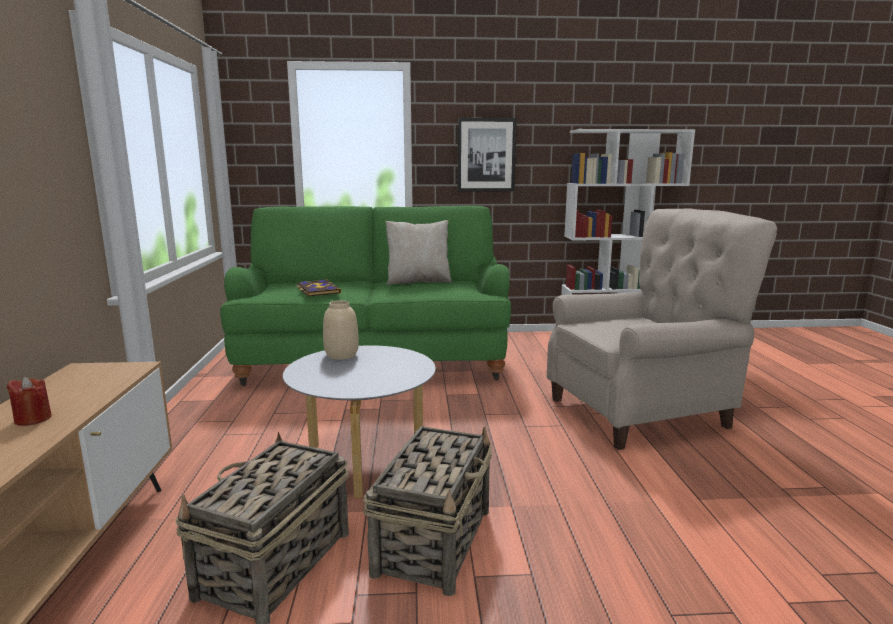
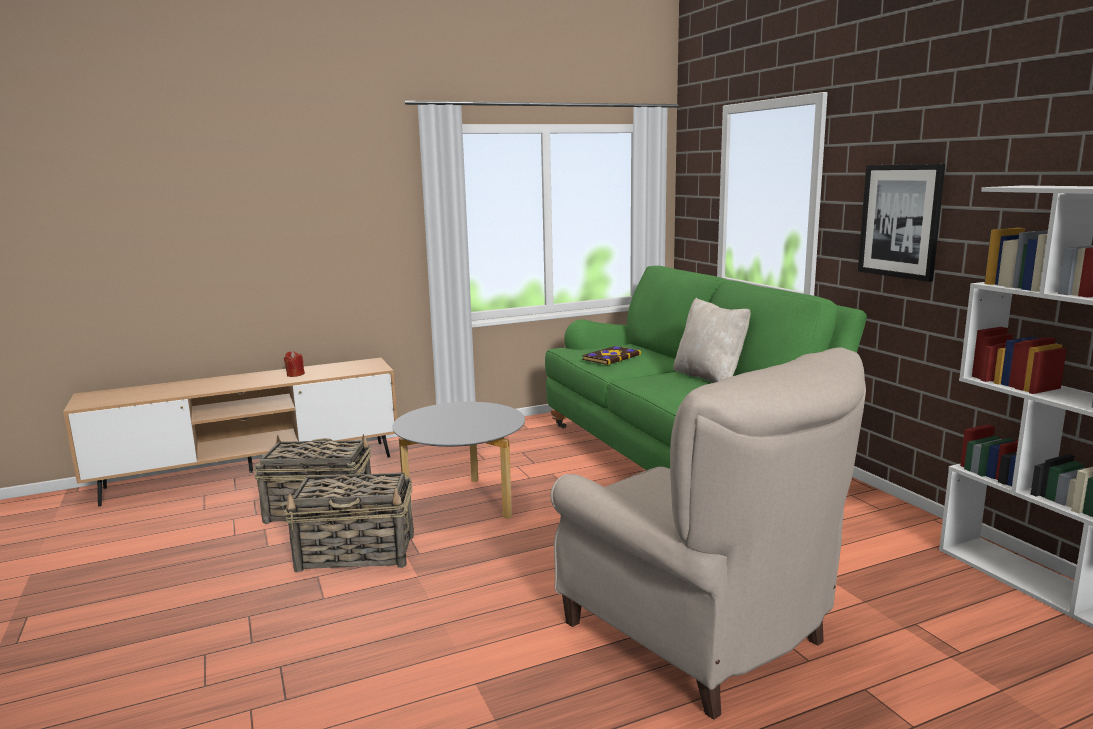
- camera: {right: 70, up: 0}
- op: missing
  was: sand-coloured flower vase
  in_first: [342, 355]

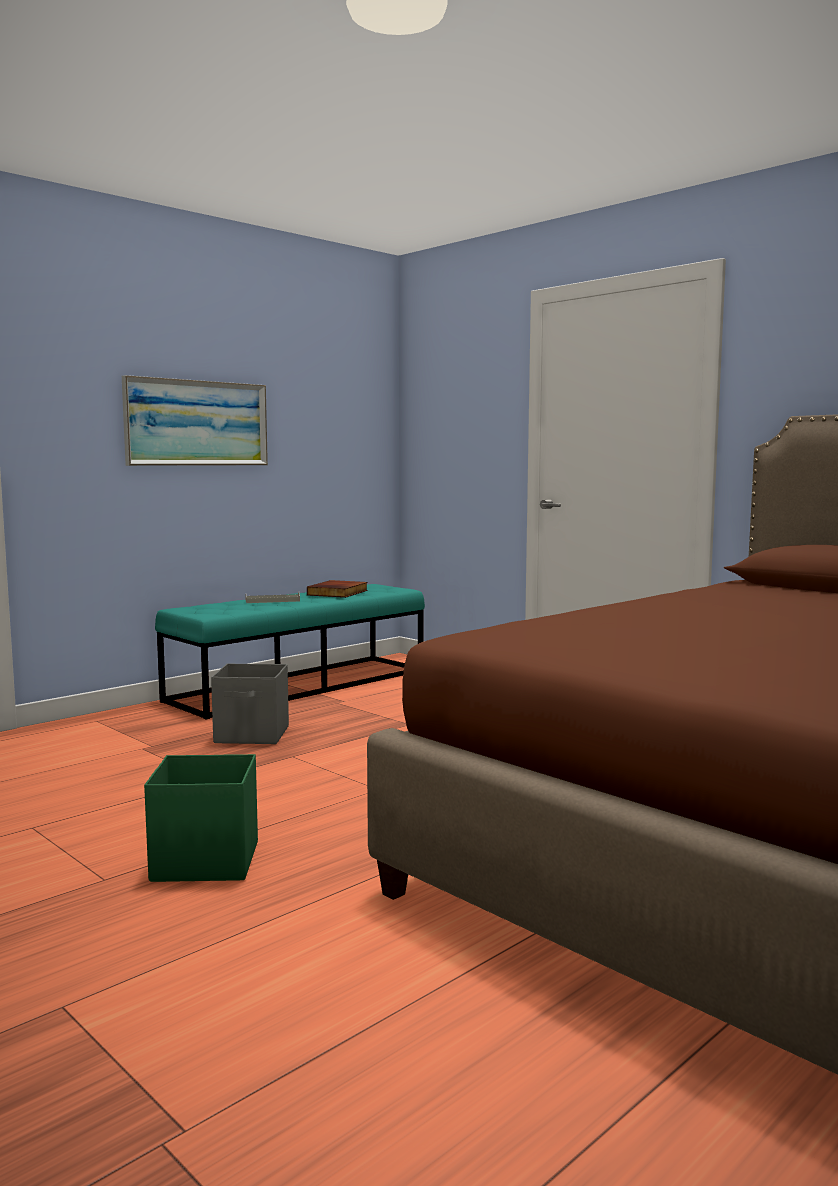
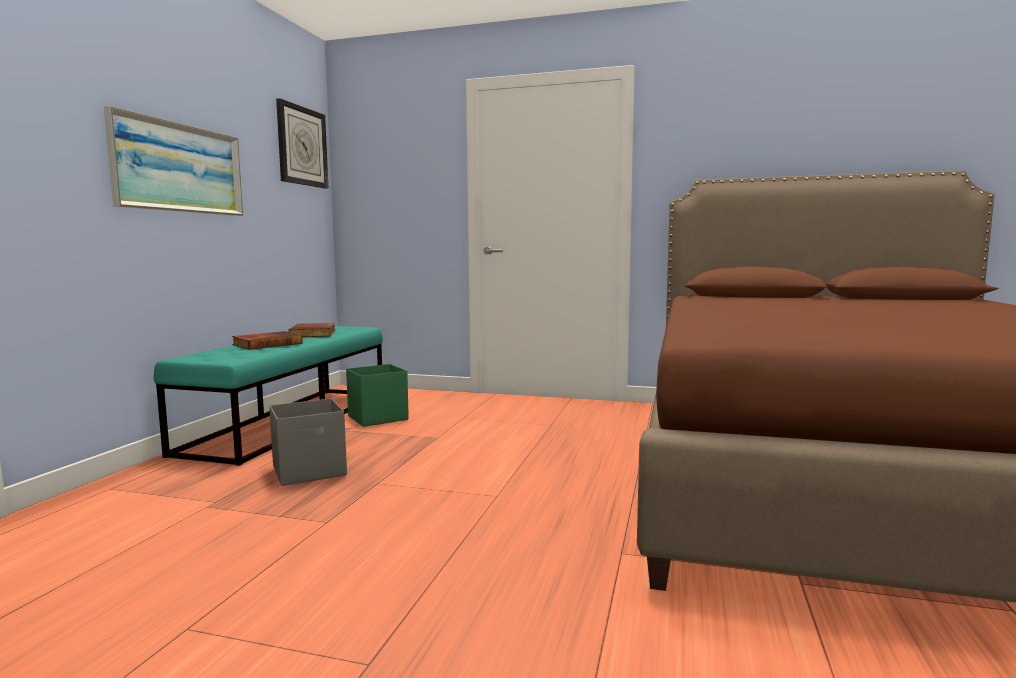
- camera: {right: -30, up: 0}
- op: appeared
  now: wall clock
  in_second: [302, 146]
- op: relocated
  was: greenish storage container
  in_first: [204, 861]
  in_second: [377, 418]
- op: exchanged
  was: grey tray
  now: bound book
  in_first: [272, 601]
  in_second: [267, 344]

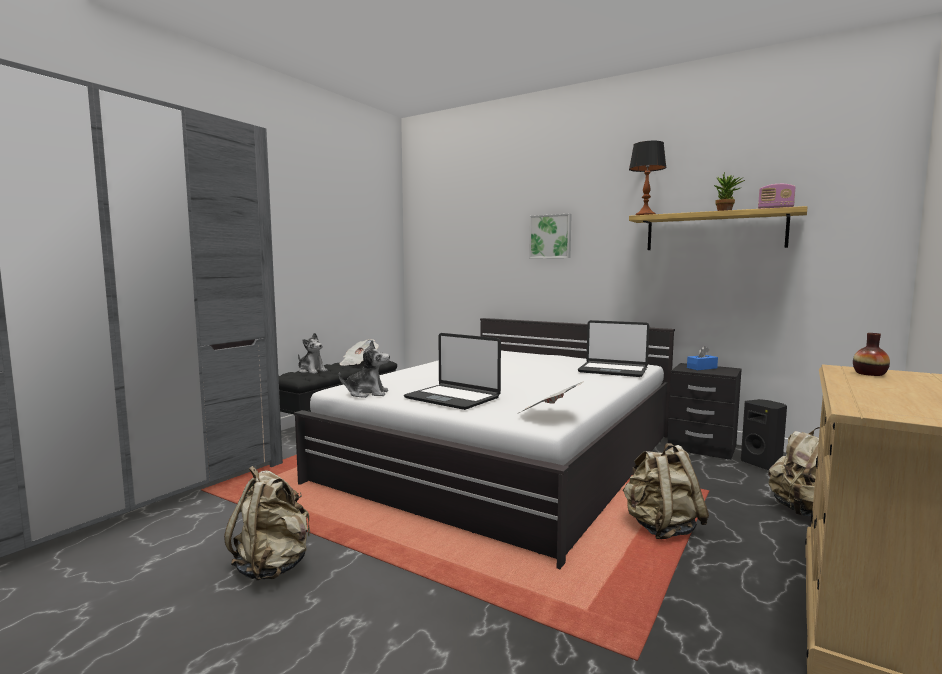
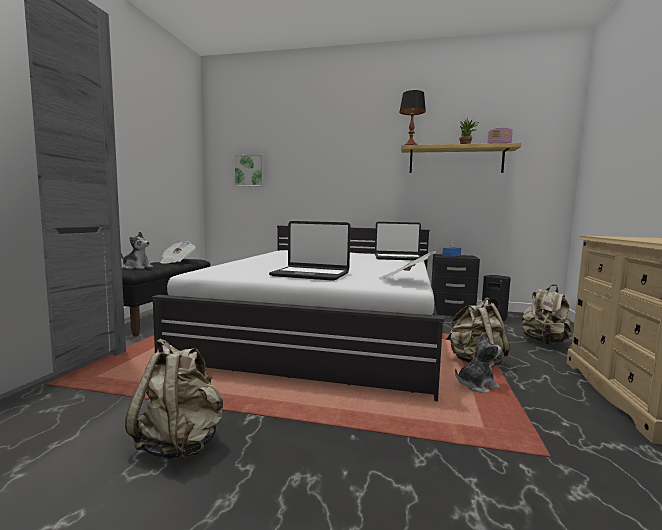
- camera: {right: -20, up: 0}
- op: missing
  was: flower vase
  in_first: [869, 374]
- op: relocated
  was: cuddly toy
  in_first: [367, 393]
  in_second: [476, 385]
- op: relocated
  was: wall art
  in_first: [550, 236]
  in_second: [249, 170]

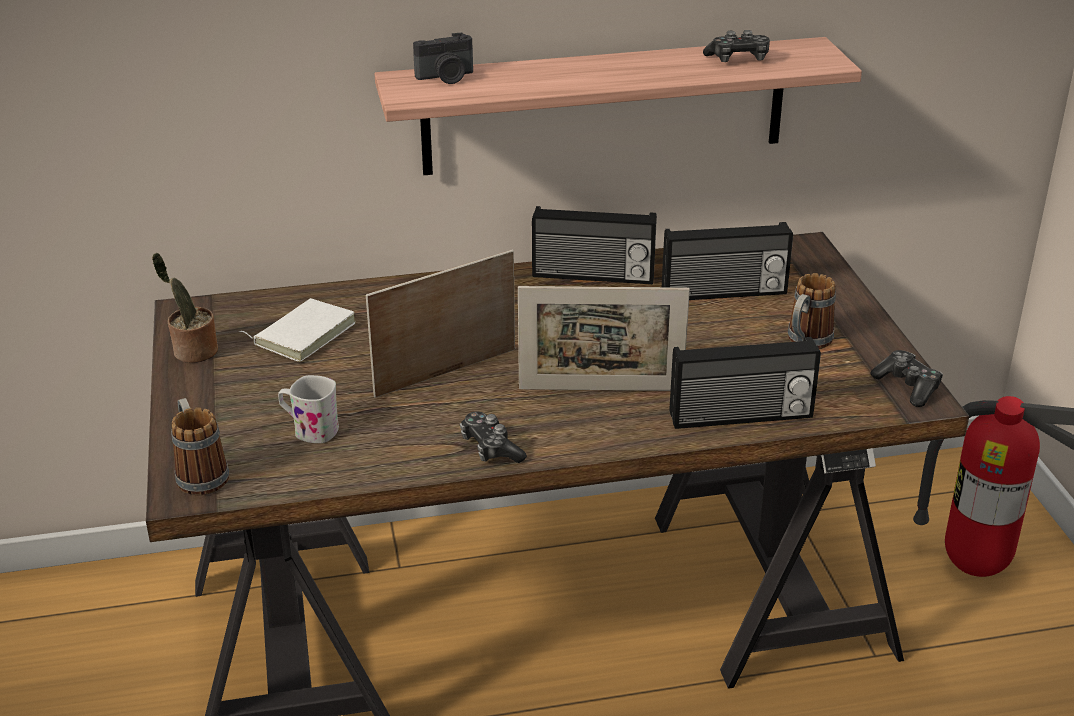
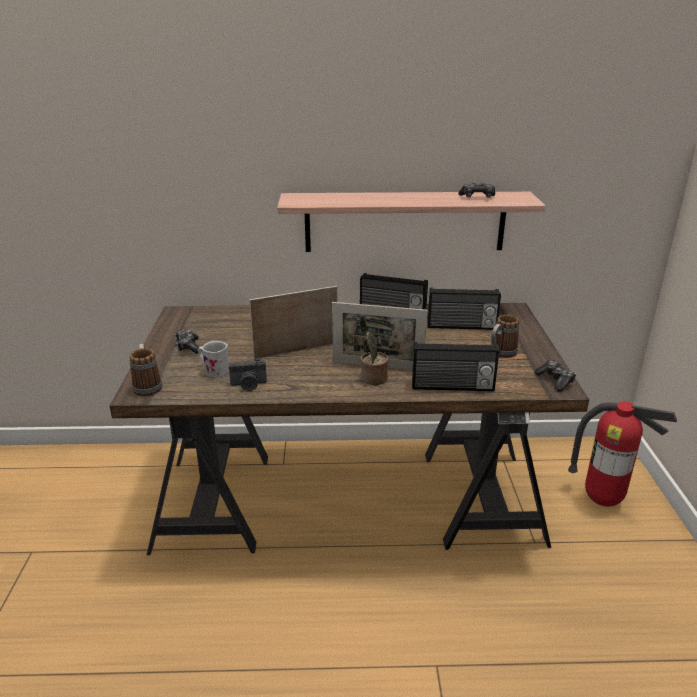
- camera: {right: 10, up: -5}
- op: missing
  was: whitish bound book
  in_first: [303, 333]
- op: relocated
  was: houseplant
  in_first: [192, 352]
  in_second: [372, 379]
- op: relocated
  was: still camera
  in_first: [446, 77]
  in_second: [248, 385]
- op: relocated
  was: gamepad
  in_first: [491, 448]
  in_second: [188, 347]

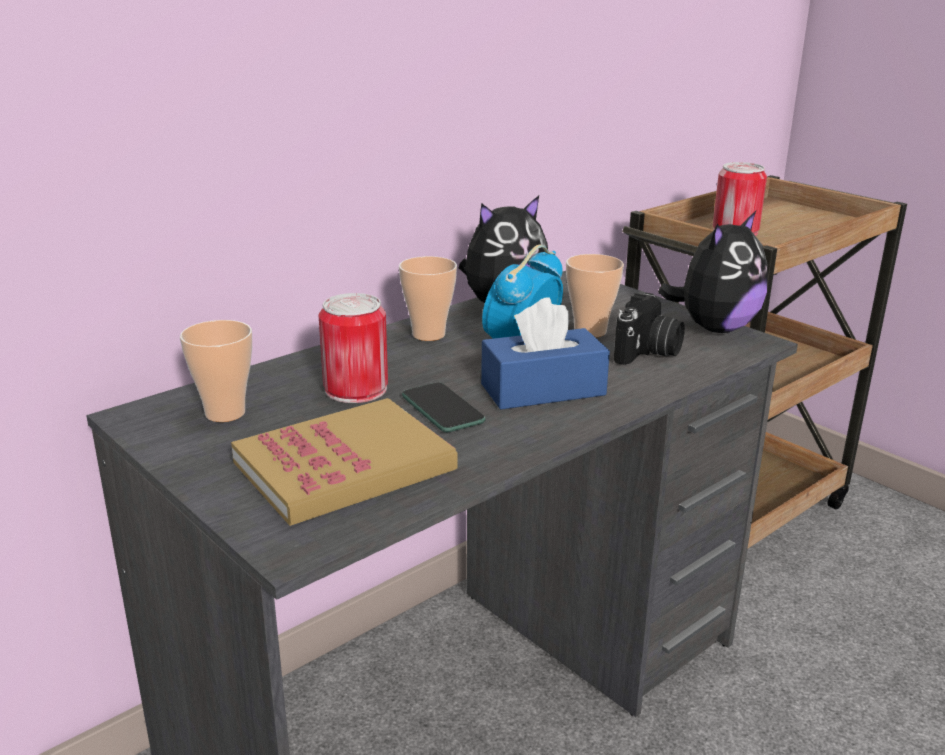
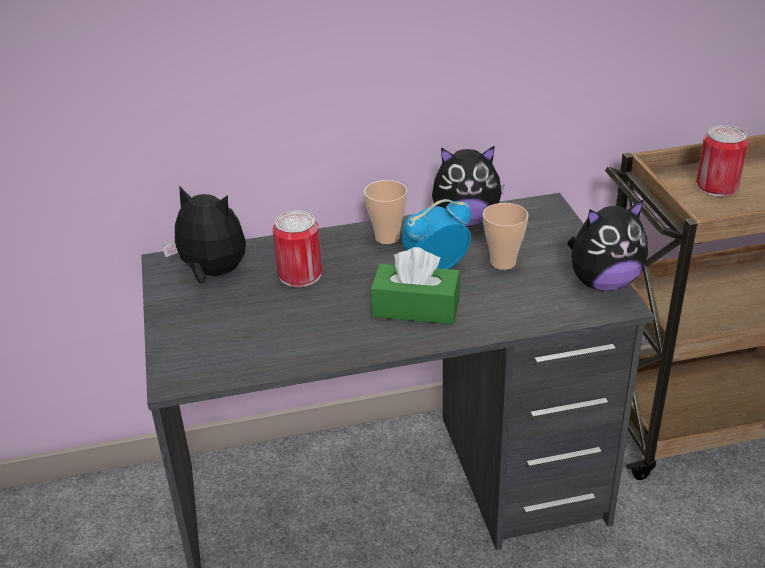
- camera: {right: 30, up: 10}
- op: missing
  was: bound book
  in_first: [344, 466]
- op: missing
  was: handset
  in_first: [442, 409]
- op: missing
  was: still camera
  in_first: [648, 352]
- op: exchanged
  was: cup
  now: cuddly toy
  in_first: [225, 413]
  in_second: [212, 274]
- op: colour
  was: blue box of tissues
  now: greenish box of tissues
  in_first: [543, 390]
  in_second: [416, 308]

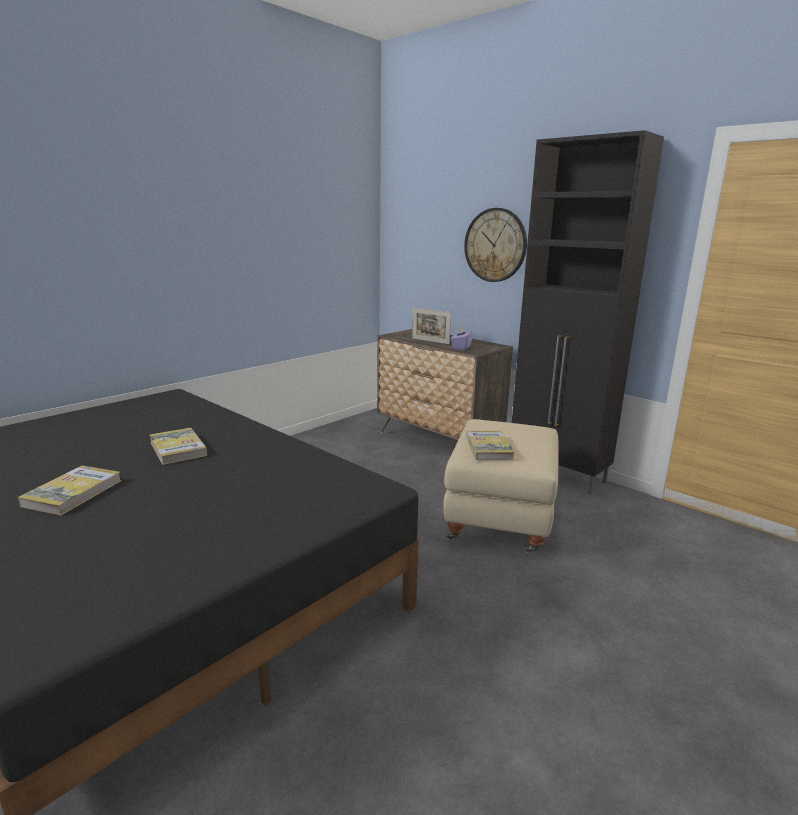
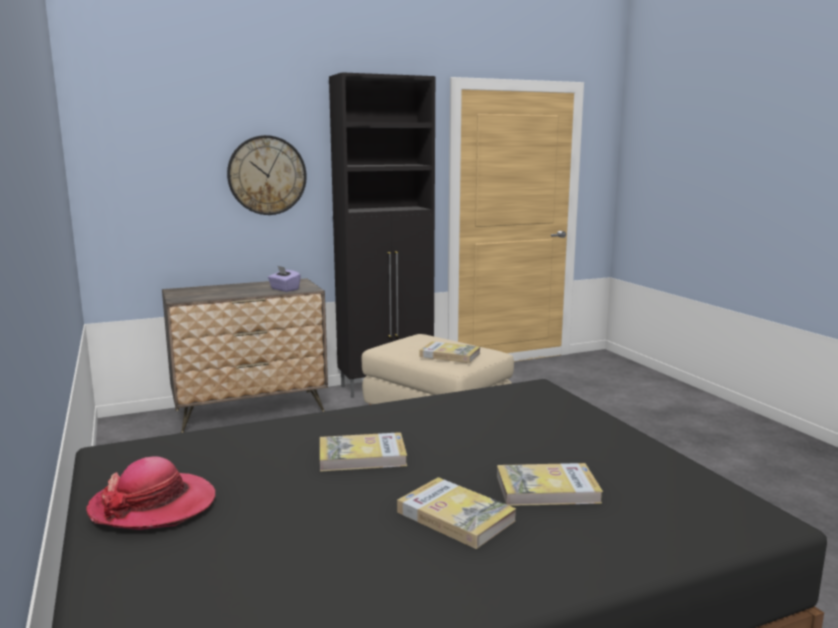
- camera: {right: -65, up: -5}
- op: missing
  was: picture frame
  in_first: [430, 341]
- op: appeared
  now: hat
  in_second: [153, 505]
- op: appeared
  now: bound book
  in_second: [547, 489]

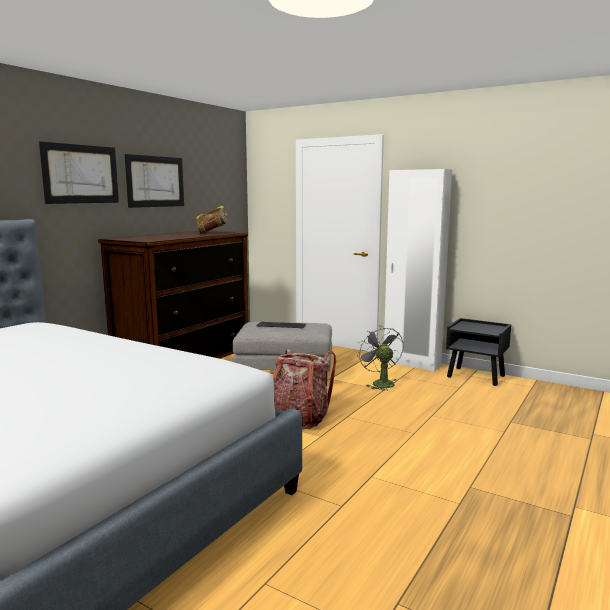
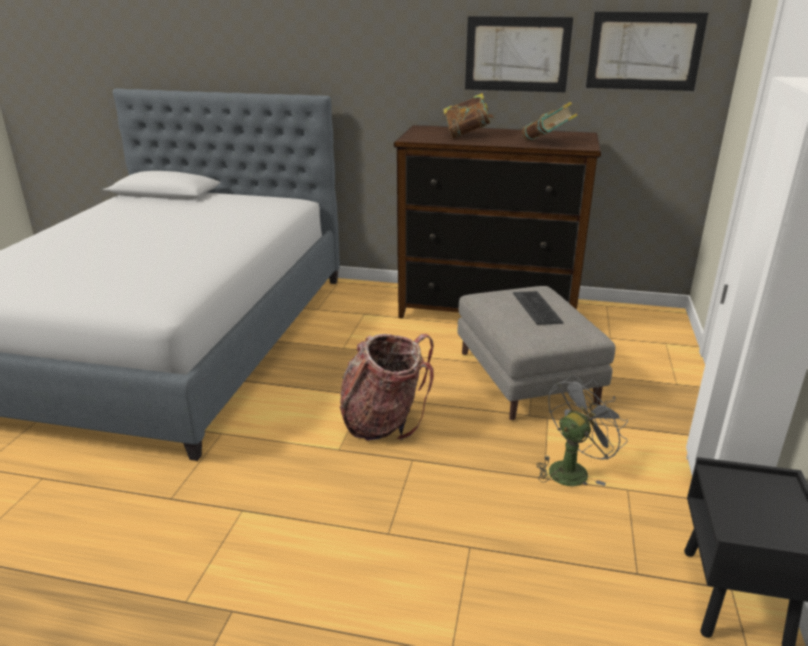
- camera: {right: 70, up: 15}
- op: appeared
  now: bound book
  in_second: [467, 135]
- op: relocated
  was: wall art
  in_first: [81, 174]
  in_second: [644, 51]

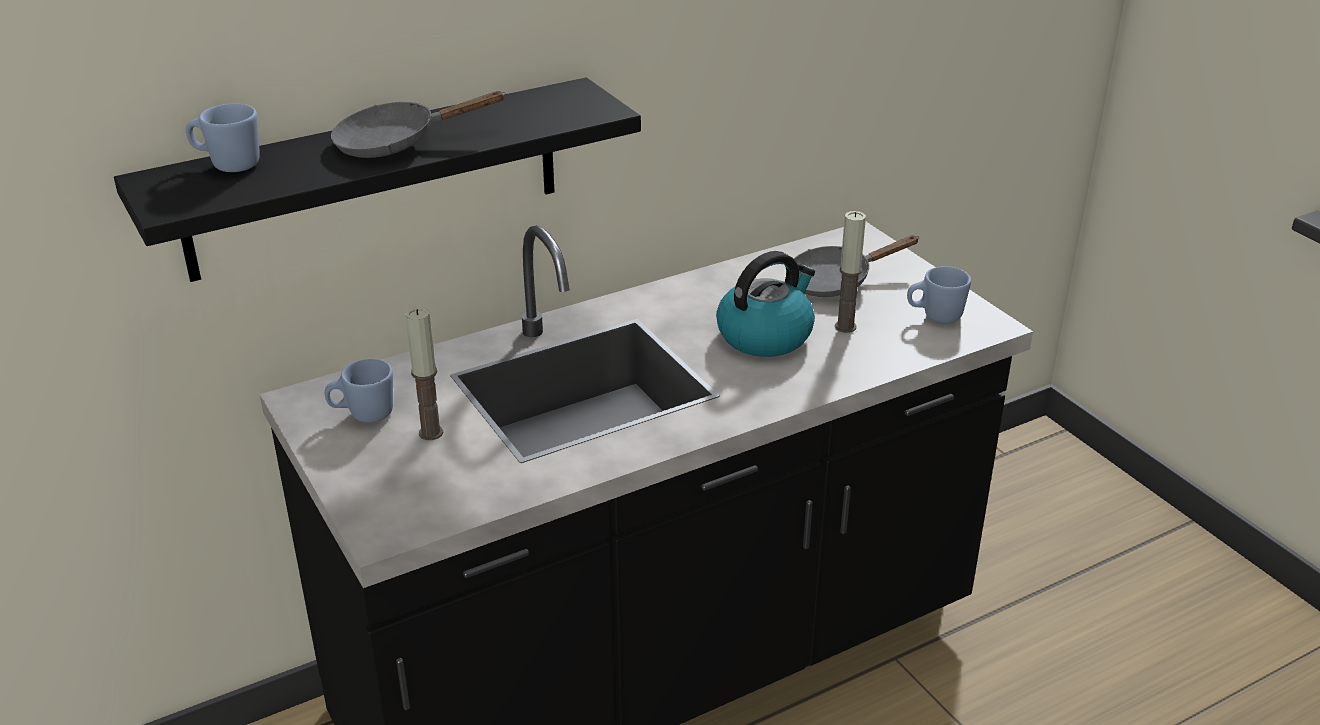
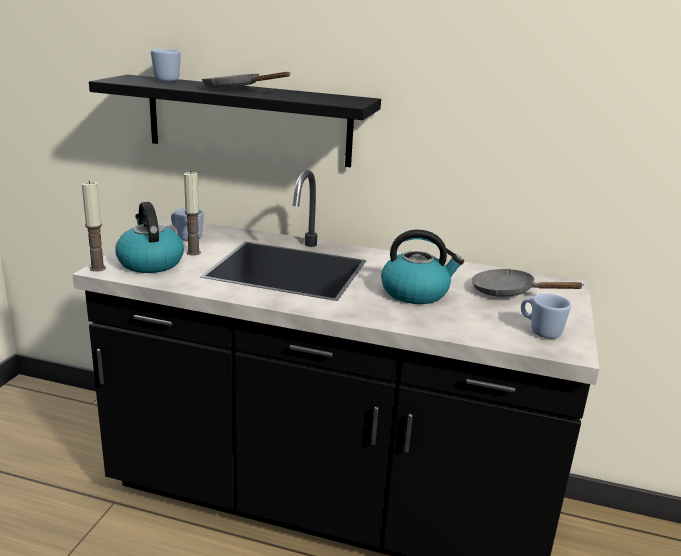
- camera: {right: 45, up: -10}
- op: appeared
  now: tea kettle
  in_second: [150, 262]
- op: relocated
  was: wax candle
  in_first: [845, 327]
  in_second: [97, 268]

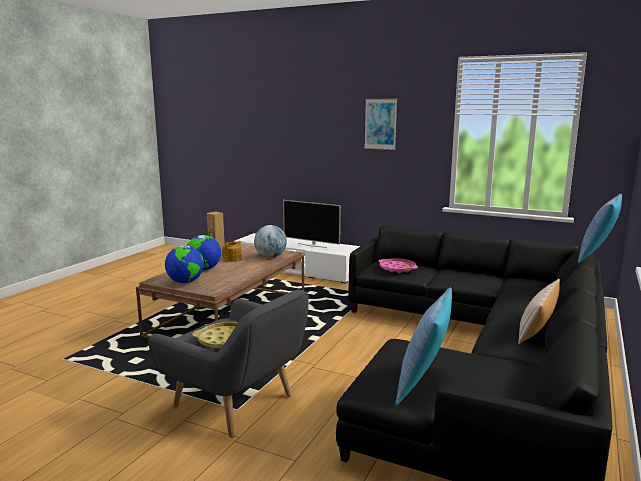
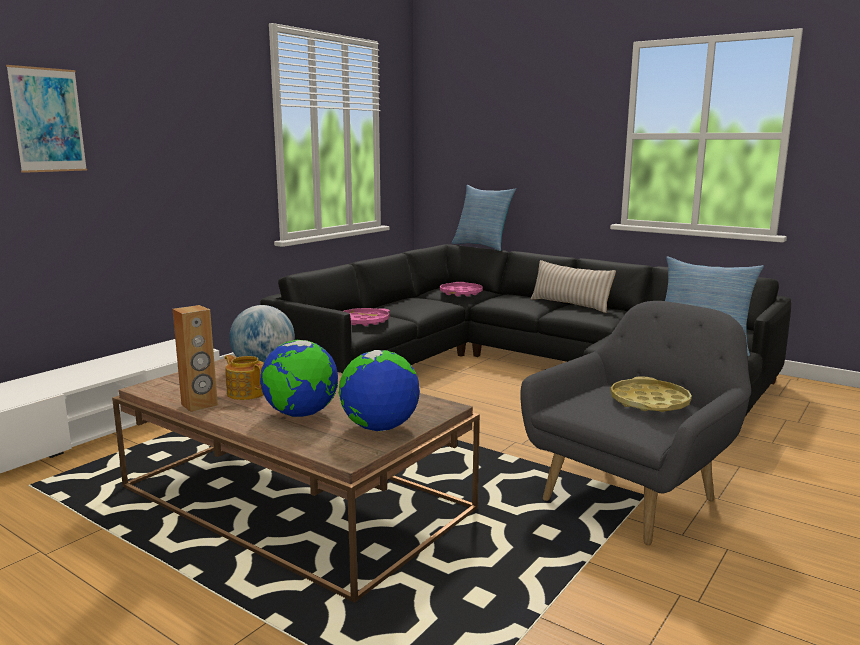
- camera: {right: -80, up: 0}
- op: missing
  was: TV
  in_first: [312, 245]
- op: appeared
  now: pink tray
  in_second: [461, 293]
- op: relocated
  was: wall art
  in_first: [380, 124]
  in_second: [48, 120]

